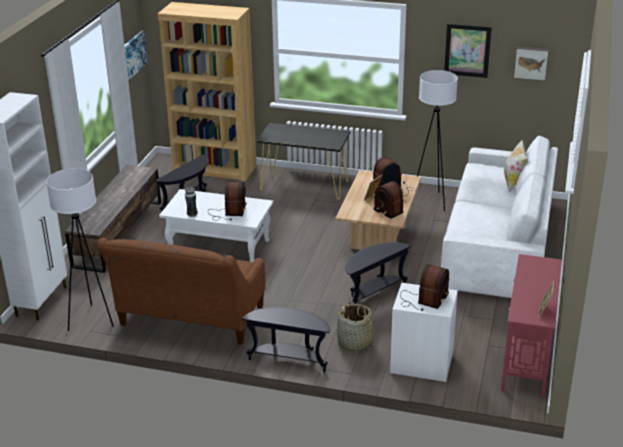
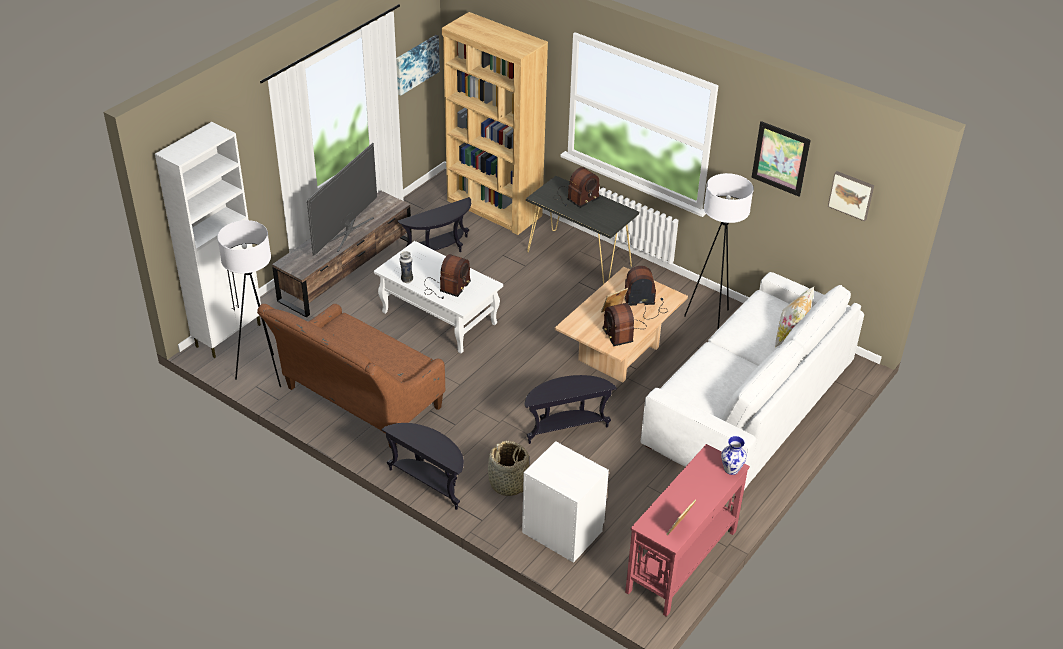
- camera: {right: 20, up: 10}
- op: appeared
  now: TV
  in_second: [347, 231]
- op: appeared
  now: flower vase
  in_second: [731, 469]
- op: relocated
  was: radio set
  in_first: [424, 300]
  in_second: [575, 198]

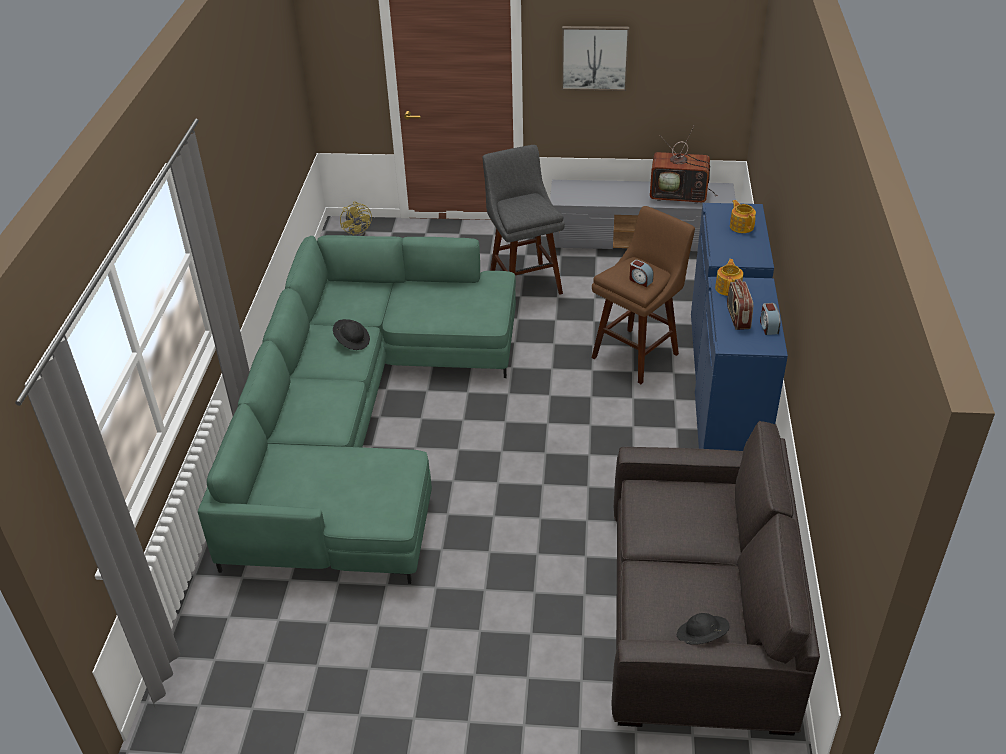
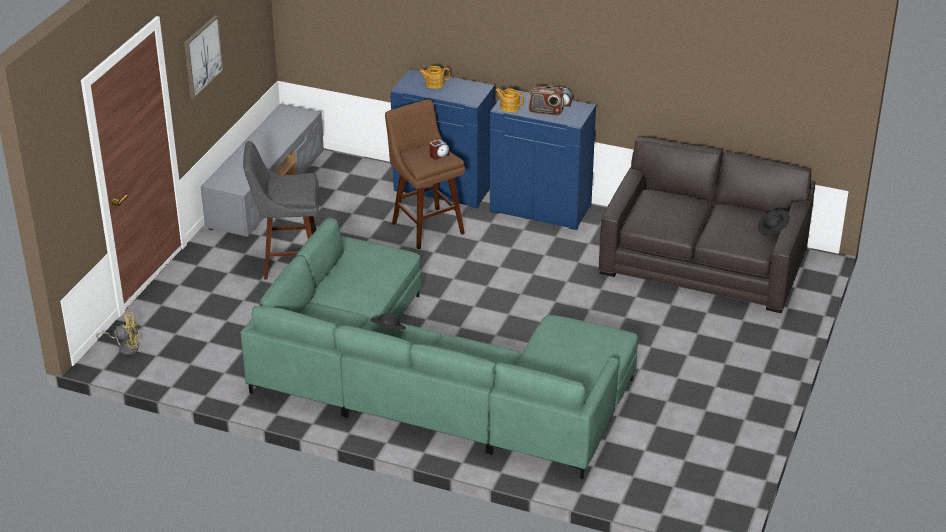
- camera: {right: -75, up: -5}
- op: missing
  was: TV
  in_first: [680, 195]

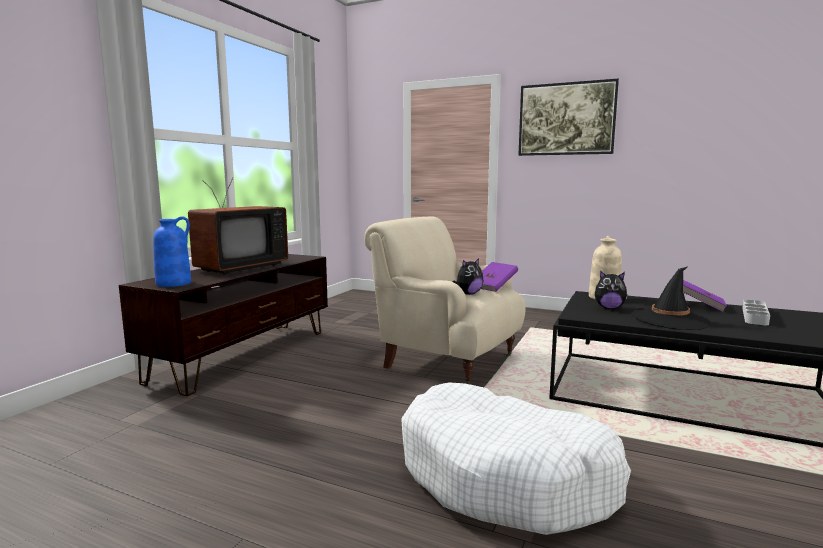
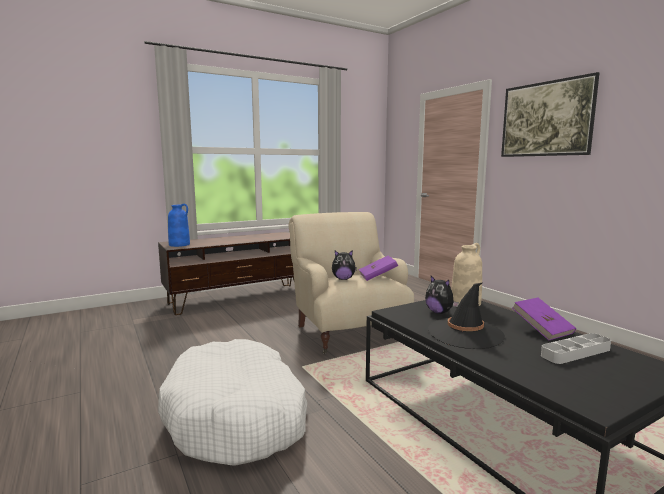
- camera: {right: 35, up: 0}
- op: missing
  was: TV
  in_first: [237, 268]

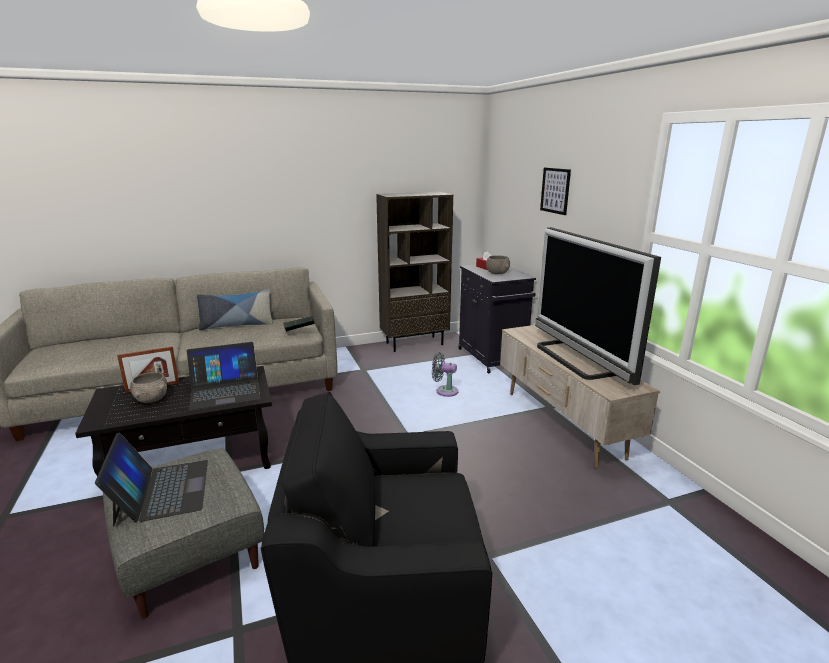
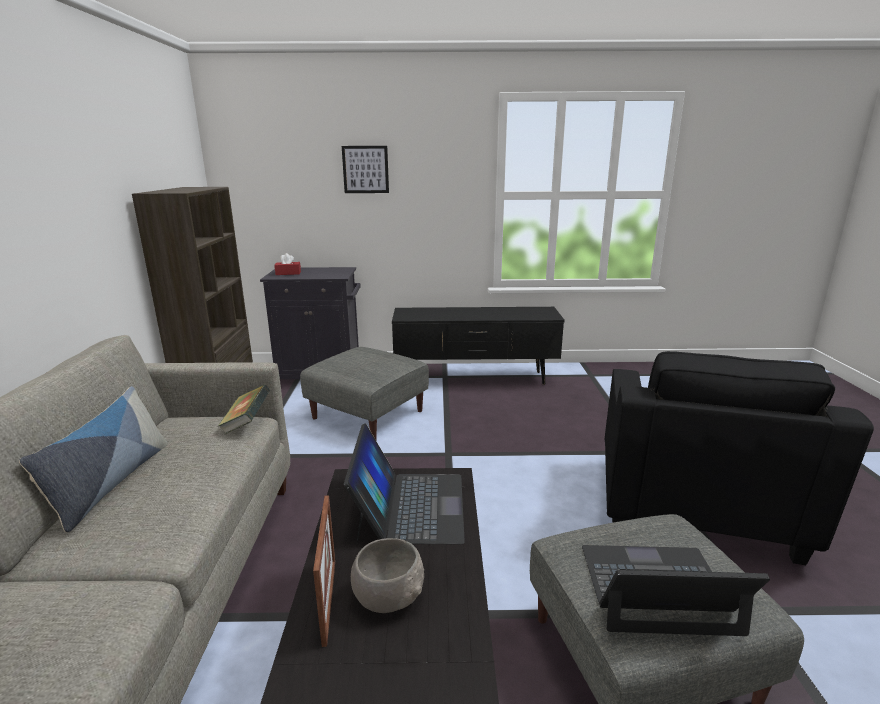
- camera: {right: -70, up: 0}
- op: missing
  was: grey deep dish
  in_first: [497, 273]
- op: missing
  was: TV
  in_first: [575, 359]
- op: exchanged
  was: grey electric fan
  now: grey pouffe
  in_first: [444, 391]
  in_second: [368, 414]
- op: colour
  was: sand-coloured media console
  now: black media console
  in_first: [561, 423]
  in_second: [475, 379]

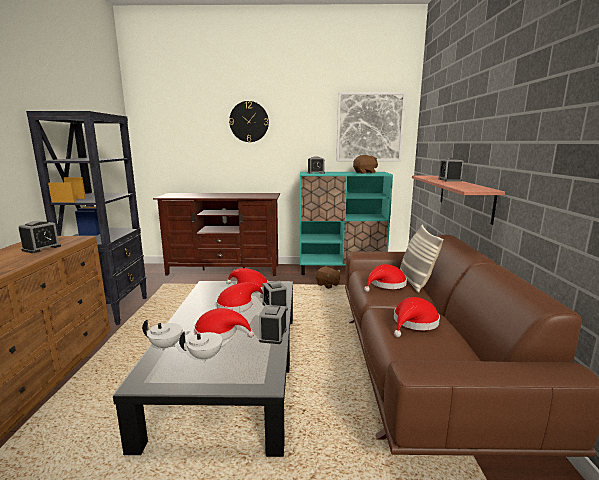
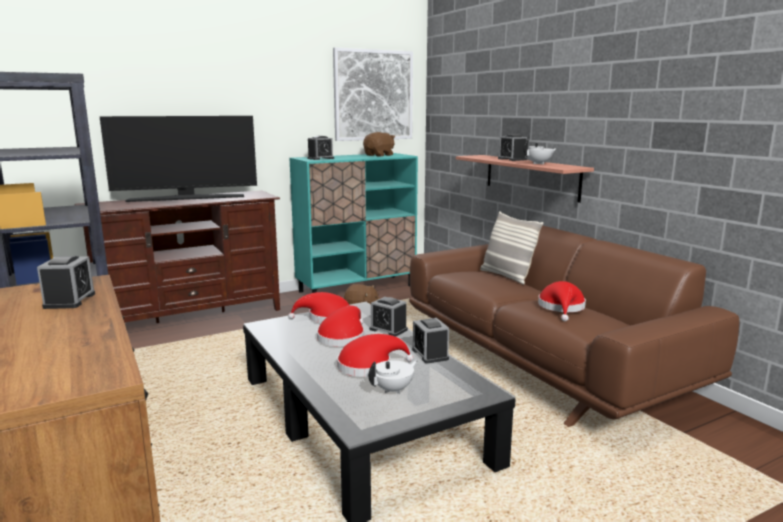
- camera: {right: -30, up: 0}
- op: missing
  was: wall clock
  in_first: [249, 121]
- op: missing
  was: reddish hat
  in_first: [386, 284]
- op: appeared
  now: TV
  in_second: [187, 198]
- op: relocated
  was: whitish pot for tea
  in_first: [167, 346]
  in_second: [539, 163]

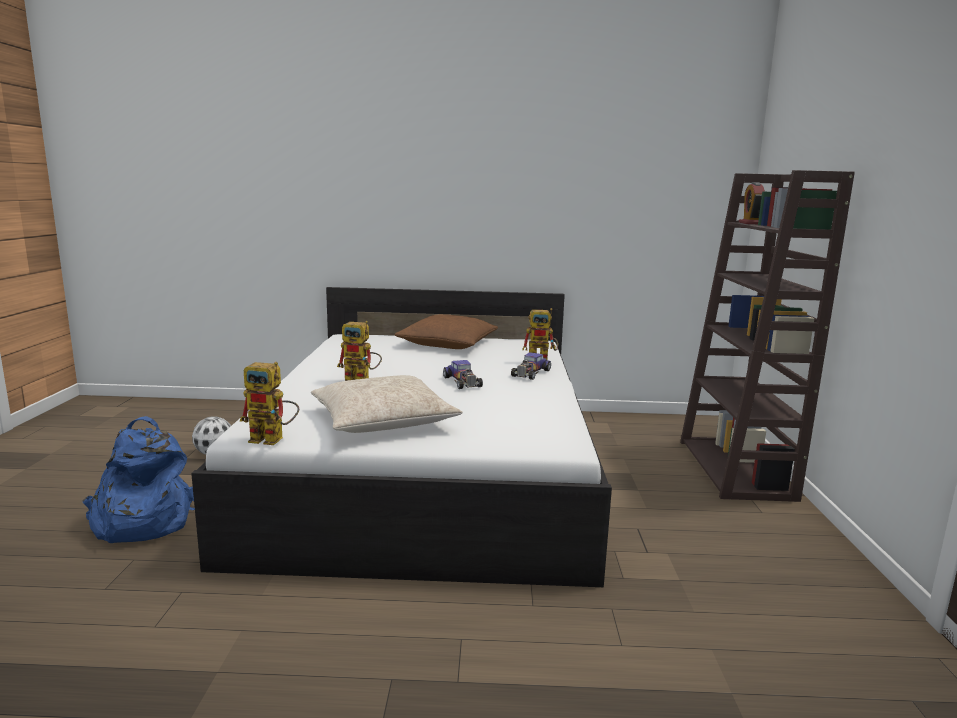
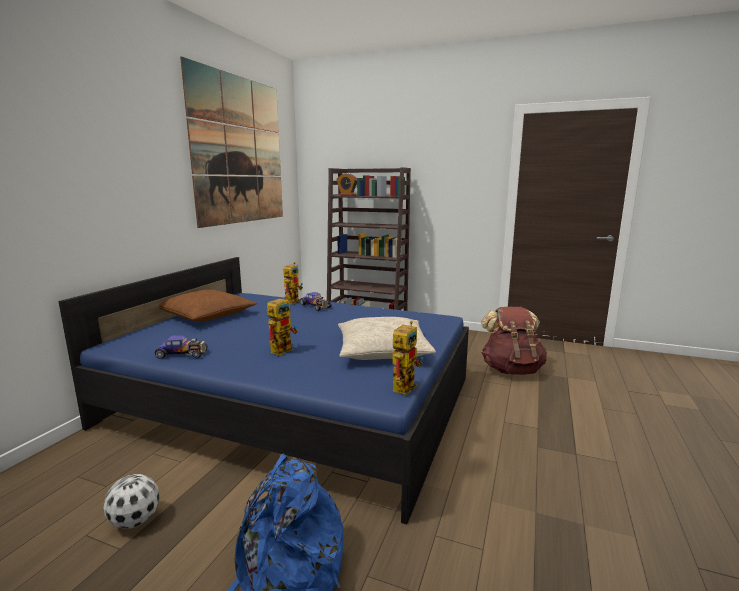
- camera: {right: -70, up: 0}
- op: appeared
  now: wall art
  in_second: [239, 151]
- op: appeared
  now: brownish backpack
  in_second: [511, 370]
- op: relocated
  was: model car
  in_first: [462, 382]
  in_second: [182, 354]
- op: colour
  was: whitish bedroom bed
  now: blue bedroom bed
  in_first: [427, 469]
  in_second: [295, 401]

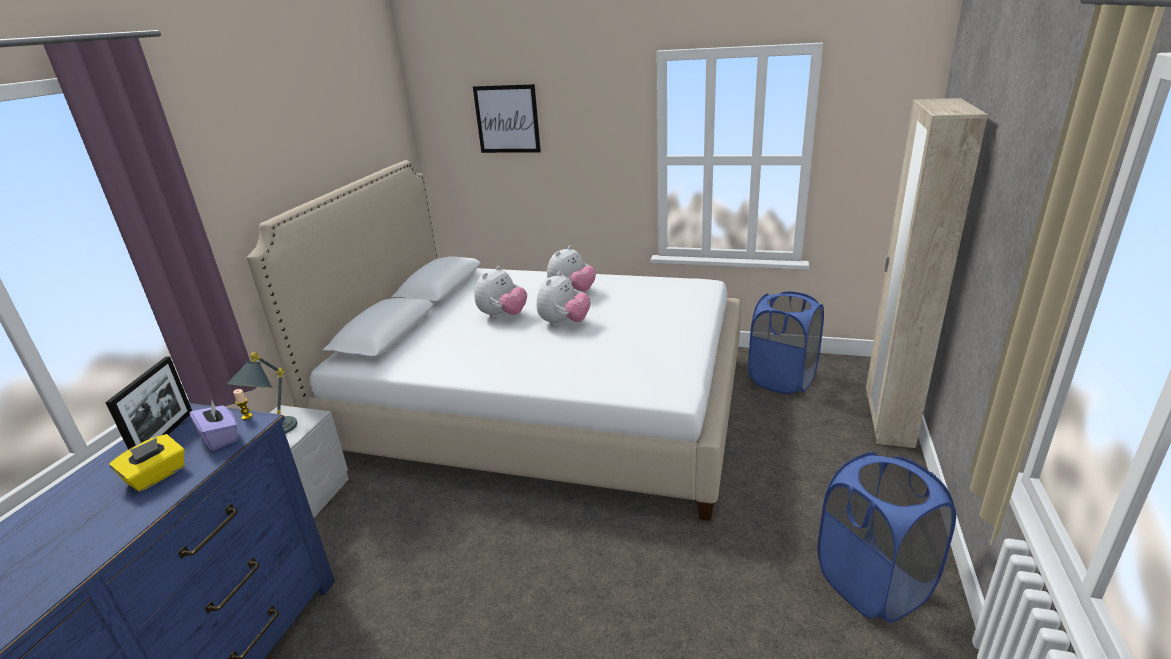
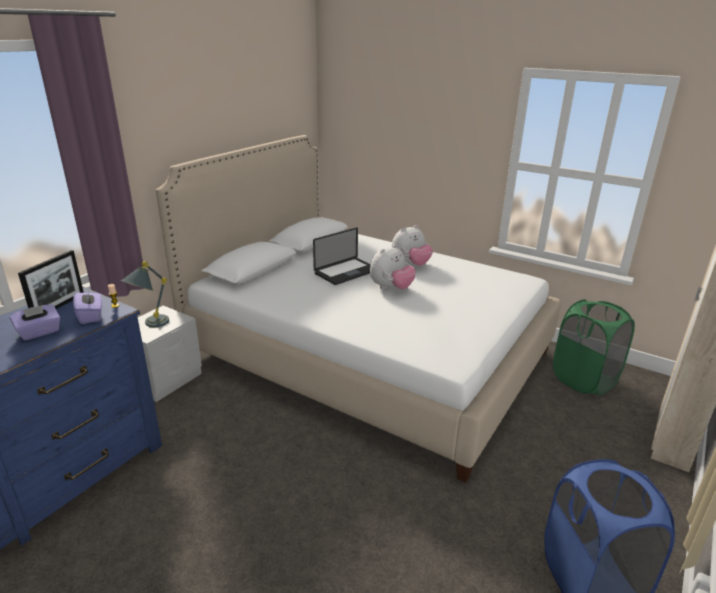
- camera: {right: 15, up: 0}
- op: missing
  was: wall art
  in_first: [507, 119]
- op: exchanged
  was: cuddly toy
  now: laptop
  in_first: [502, 316]
  in_second: [346, 272]
- op: colour
  was: yellow box of tissues
  now: purplish box of tissues
  in_first: [157, 476]
  in_second: [39, 332]
- op: colour
  was: blue laundry basket
  now: greenish laundry basket
  in_first: [782, 380]
  in_second: [584, 380]

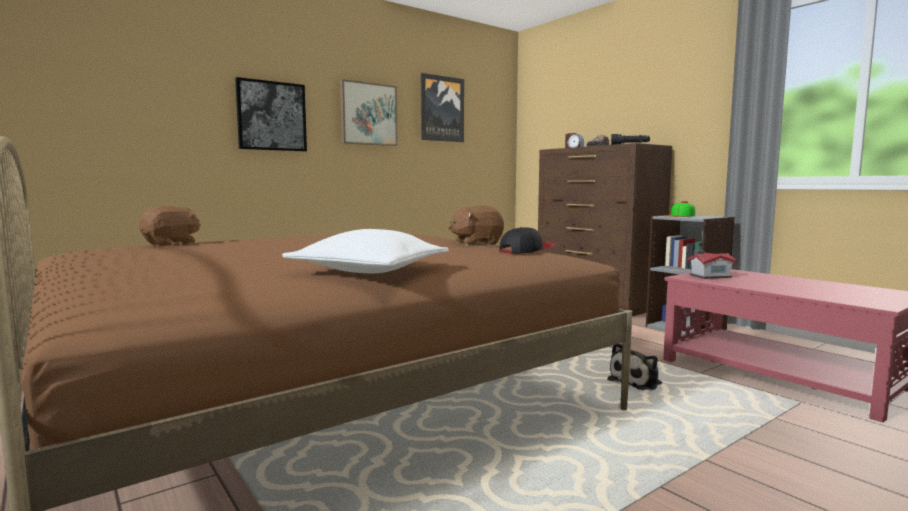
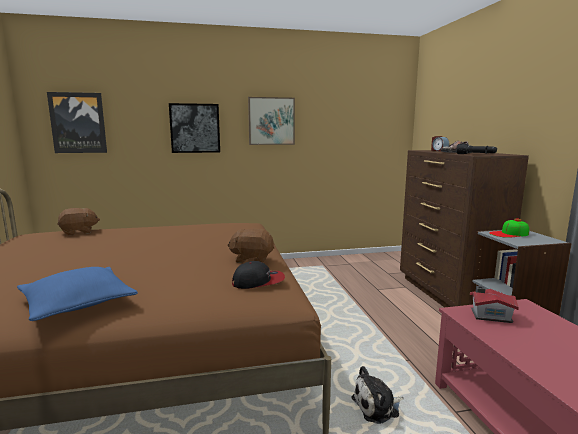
- camera: {right: 25, up: 5}
- op: relocated
  was: wall art
  in_first: [441, 109]
  in_second: [78, 123]
- op: colour
  was: whitish cushion
  now: blue cushion
  in_first: [369, 271]
  in_second: [78, 303]

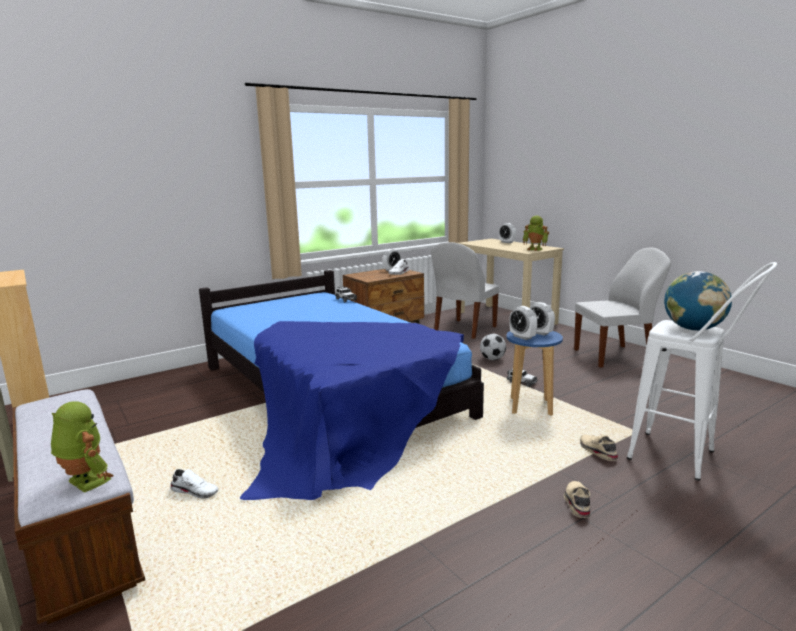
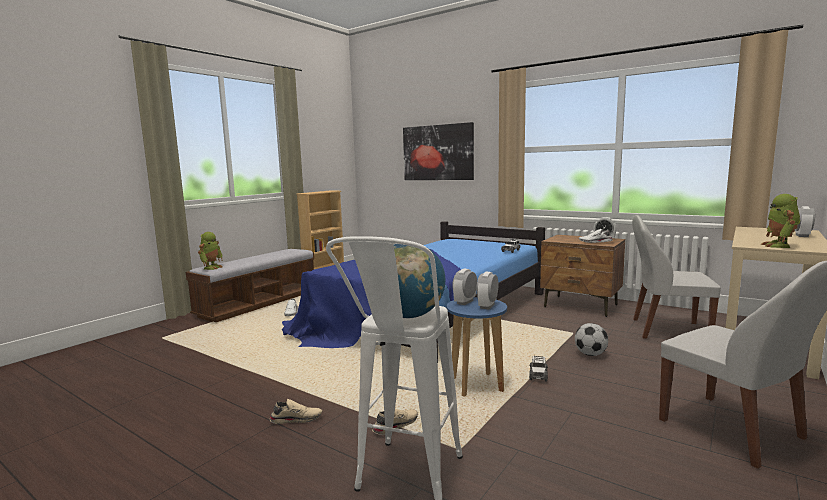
- camera: {right: 70, up: -5}
- op: appeared
  now: wall art
  in_second: [437, 152]

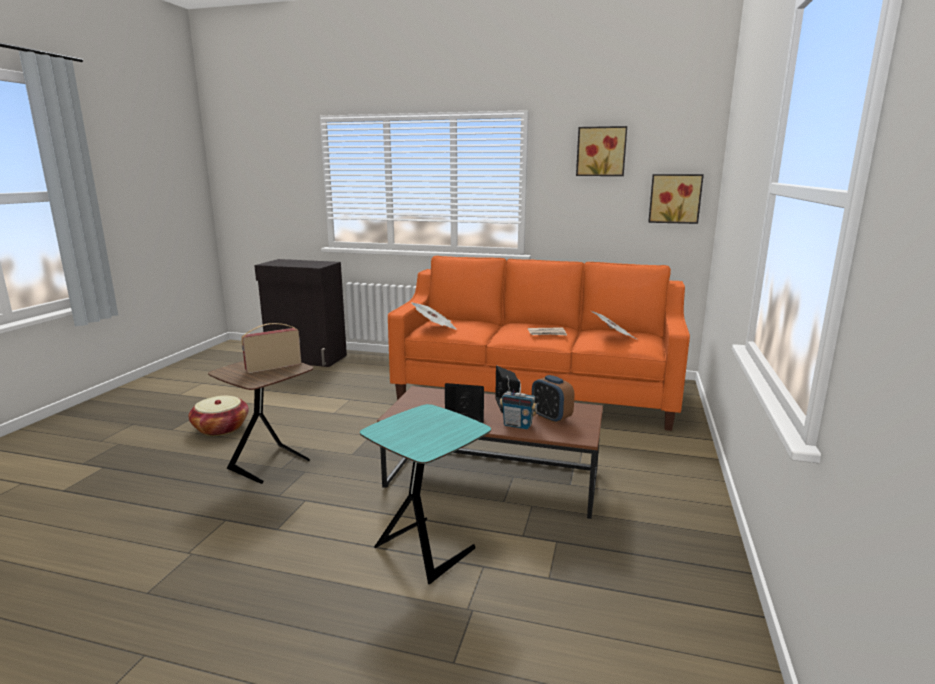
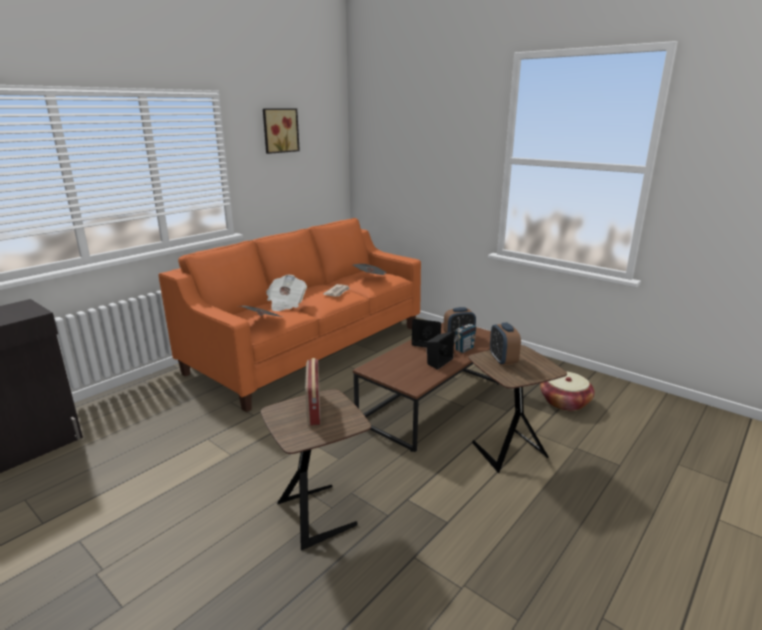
- camera: {right: -65, up: 5}
- op: missing
  was: wall art
  in_first: [675, 198]
- op: appeared
  now: daily paper
  in_second: [286, 304]
- op: appeared
  now: alarm clock
  in_second: [503, 360]
- op: relocated
  was: basket
  in_first: [221, 428]
  in_second: [564, 402]
- op: colour
  was: blue-green side table
  now: brownish side table
  in_first: [427, 547]
  in_second: [506, 449]

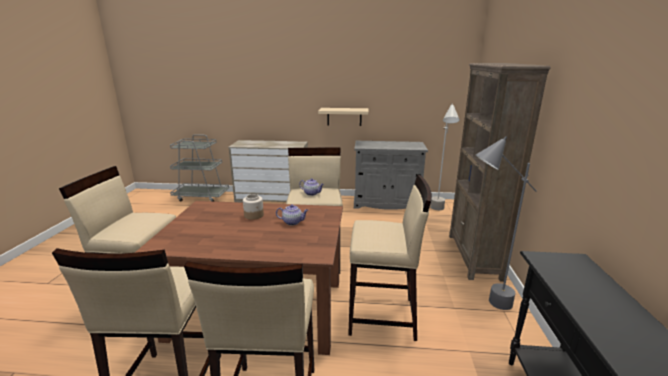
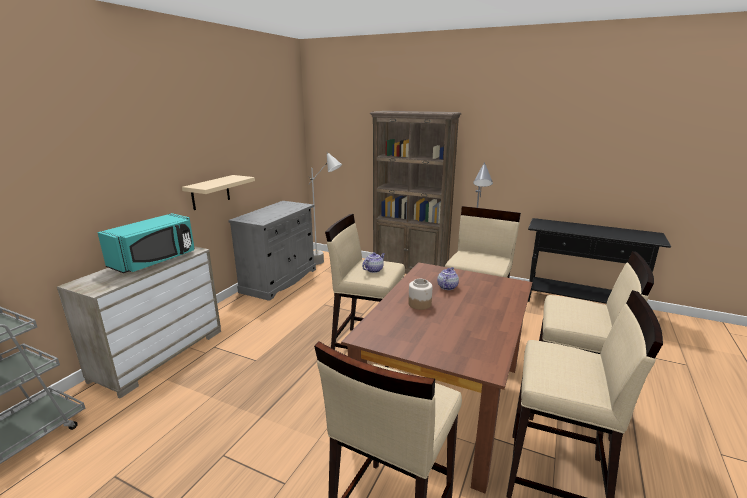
- camera: {right: -70, up: 0}
- op: appeared
  now: blue-green microwave oven
  in_second: [155, 260]

